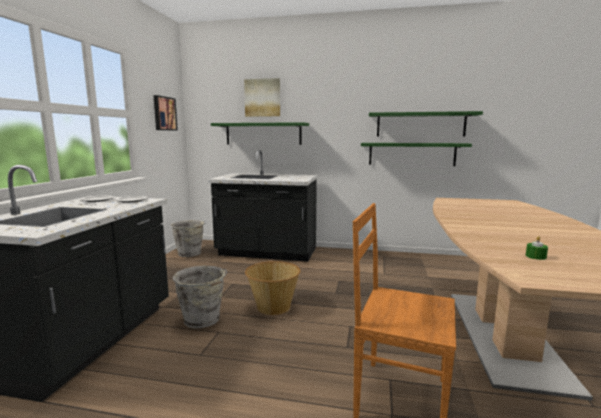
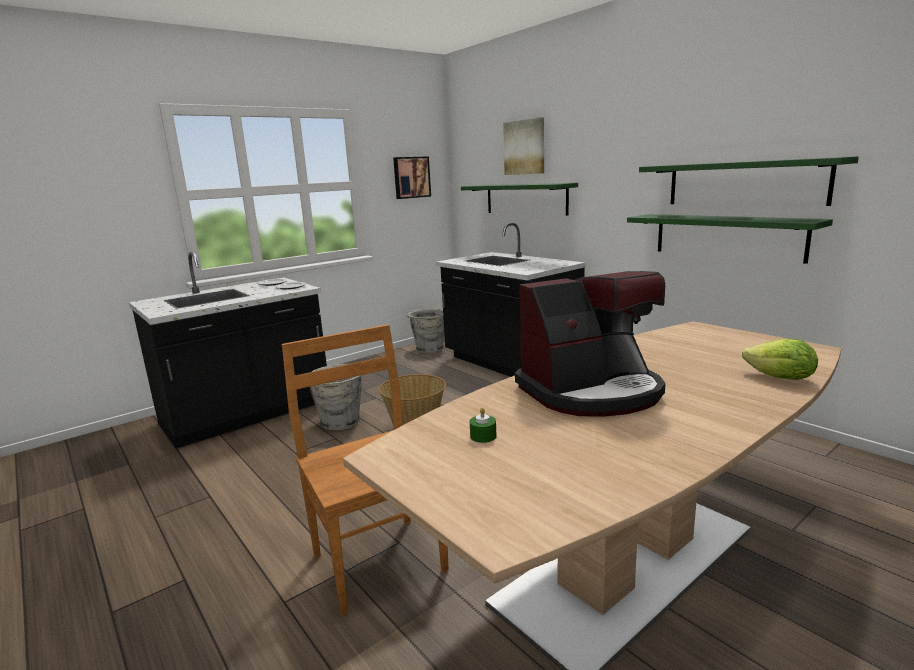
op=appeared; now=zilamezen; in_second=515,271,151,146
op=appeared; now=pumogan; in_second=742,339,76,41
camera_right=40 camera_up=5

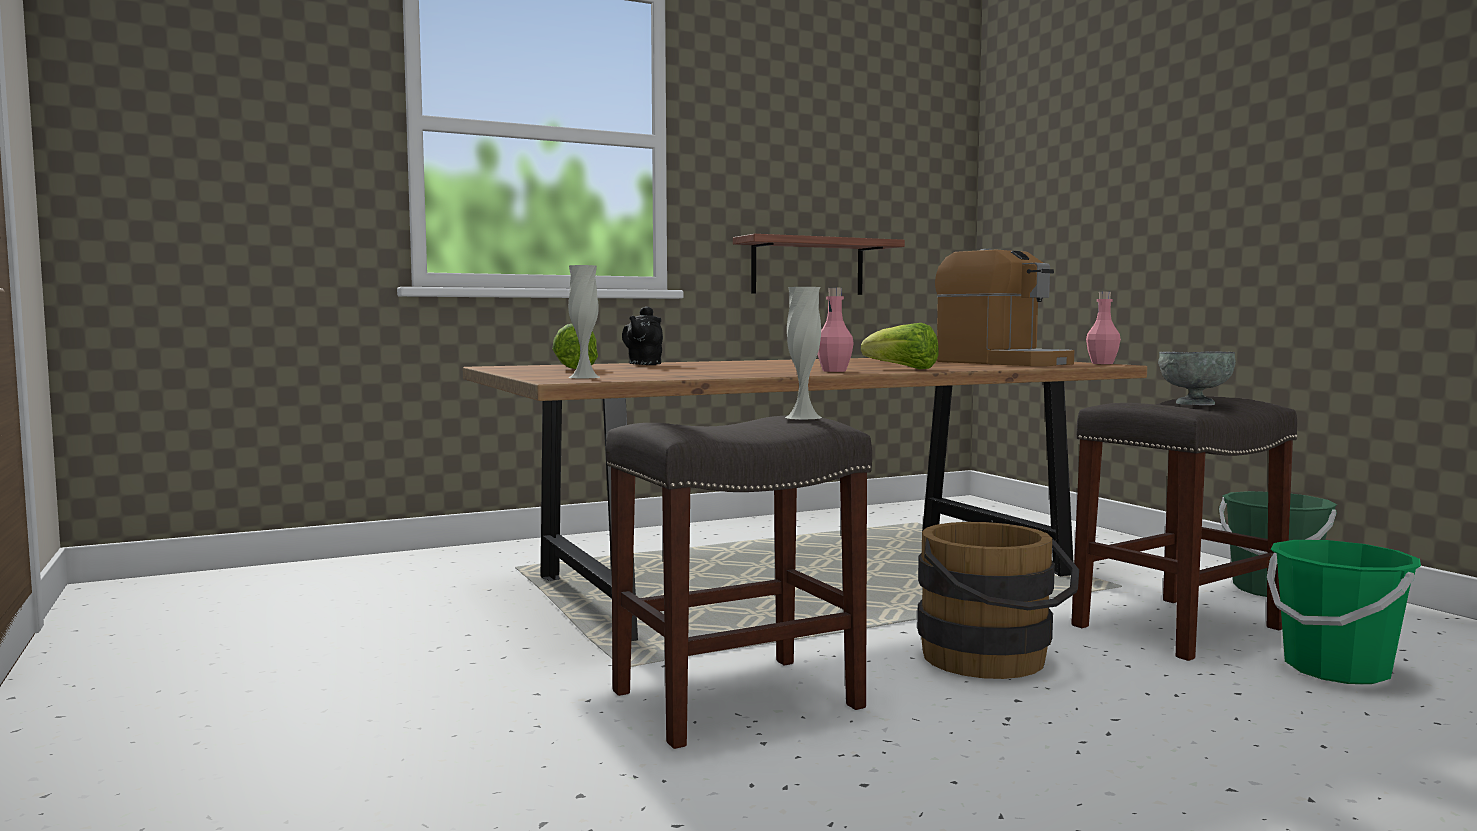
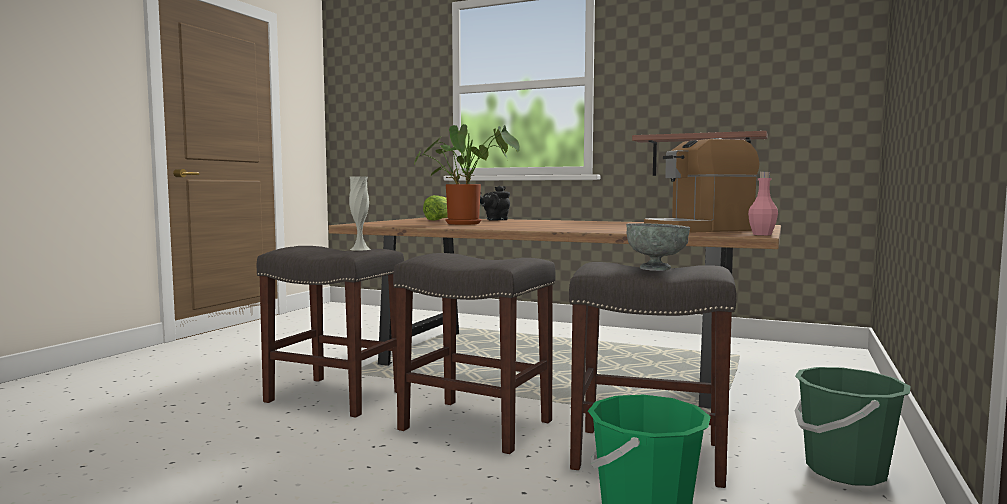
op=missing; was=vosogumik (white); in_first=568,265,33,113
op=missing; was=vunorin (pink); in_first=817,288,37,84
op=missing; was=pumogan; in_first=861,323,78,46
op=exchanged; was=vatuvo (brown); now=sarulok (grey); in_first=917,522,162,157; in_second=393,253,163,201
op=spun; was=zilamezen; in_first=935,249,139,117; in_second=644,138,115,95; clockwise=60
op=appeared; now=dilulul; in_second=414,124,106,101
camera_right=50 camera_up=0

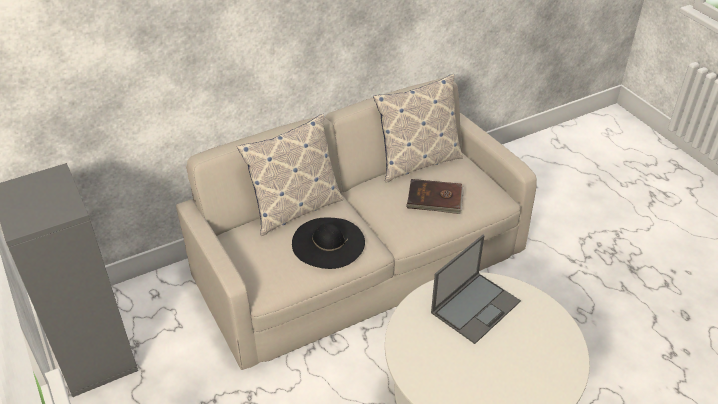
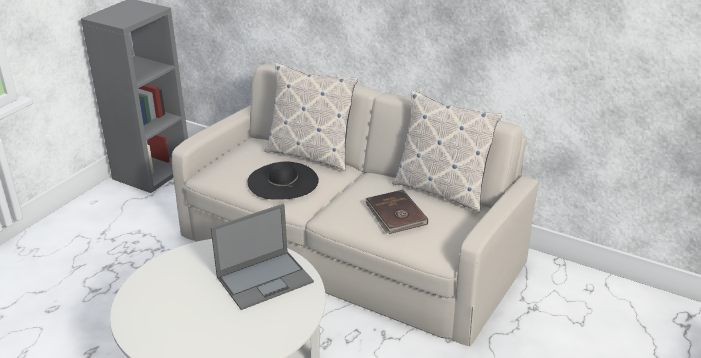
op=spun; was=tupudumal; in_first=431,235,90,109; in_second=211,204,103,106; clockwise=-45
camera_right=60 camera_up=-10

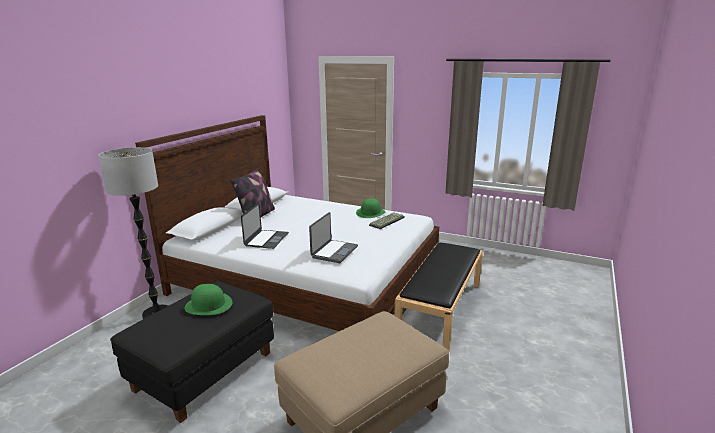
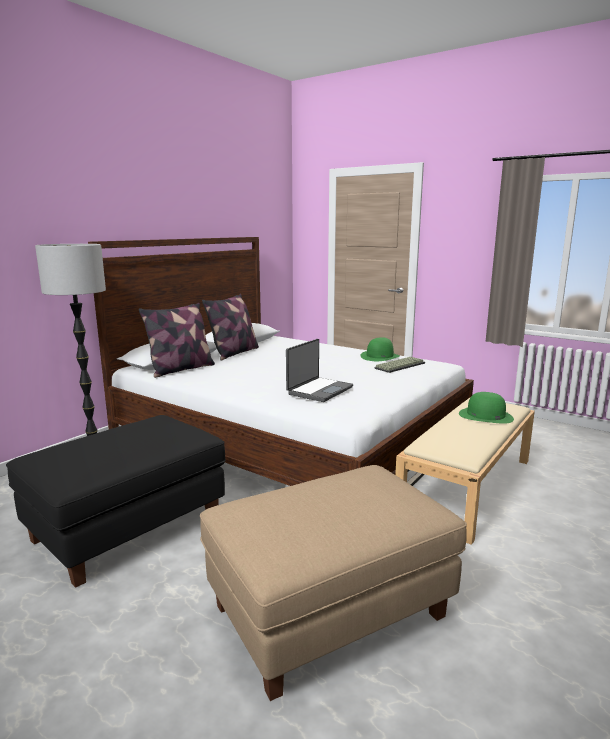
op=relocated; was=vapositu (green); in_first=185,284,47,31; in_second=459,392,55,32
op=missing; was=tupudumal; in_first=241,203,48,46
op=colour; was=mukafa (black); now=mukafa (beige); in_first=394,242,89,109; in_second=395,397,140,148
op=appeared; now=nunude; in_second=138,303,77,75
camera_right=10 camera_up=-5

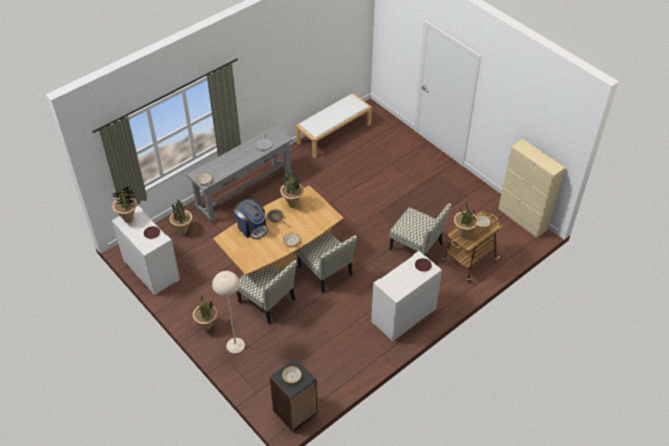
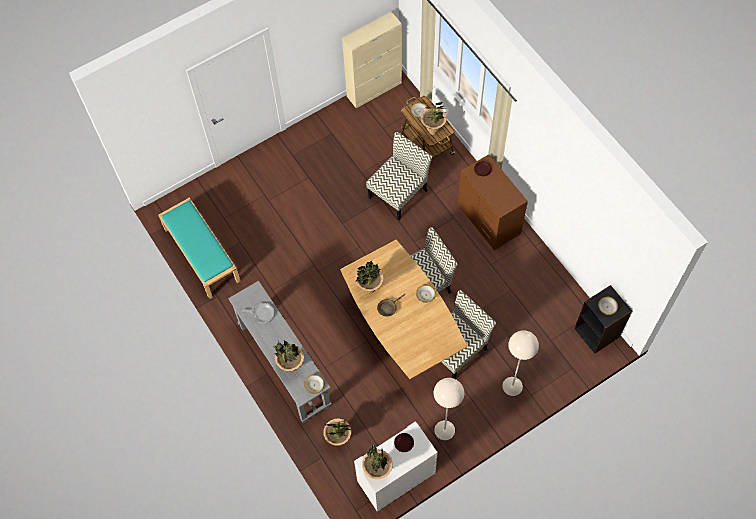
op=relocated; was=dilulul; in_first=193,294,24,36; in_second=273,340,31,31
op=missing; was=zilamezen; in_first=234,198,34,41
op=colour; was=mukafa (white); now=mukafa (turquoise); in_first=296,93,76,65; in_second=158,197,83,102
op=colour; was=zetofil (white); now=zetofil (brown); in_first=371,251,71,91; in_second=458,154,70,96
op=appeared; now=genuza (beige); in_second=434,378,30,62
camera_right=-80 camera_up=15

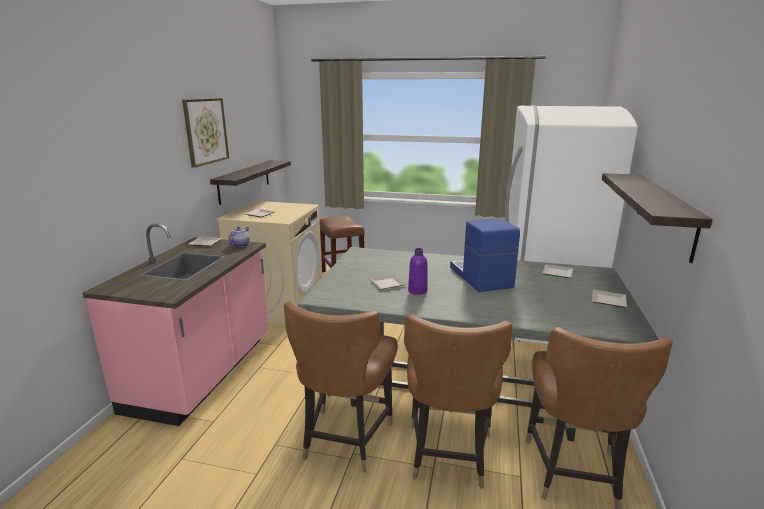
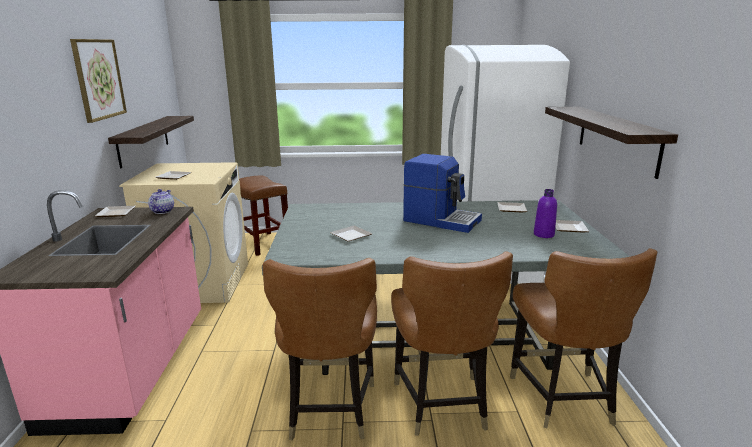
op=relocated; was=vunorin (purple); in_first=408,248,19,47; in_second=534,189,23,49
op=spun; was=zilamezen; in_first=450,219,70,73; in_second=403,154,79,79; clockwise=150
camera_right=-15 camera_up=0

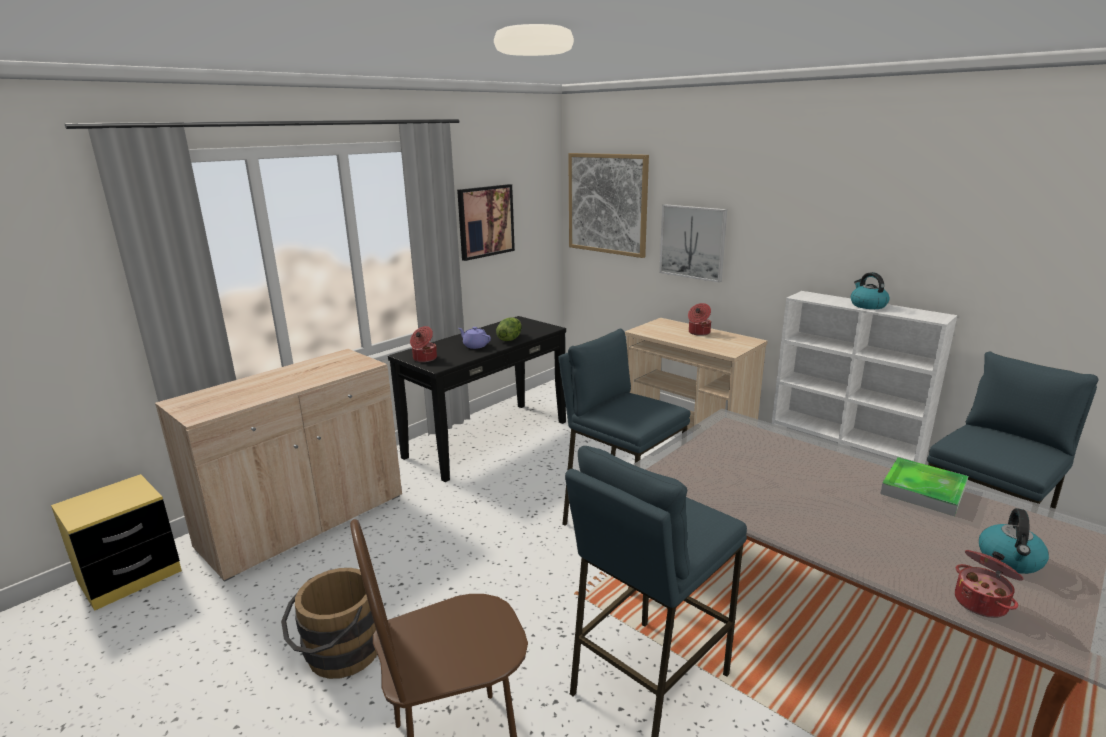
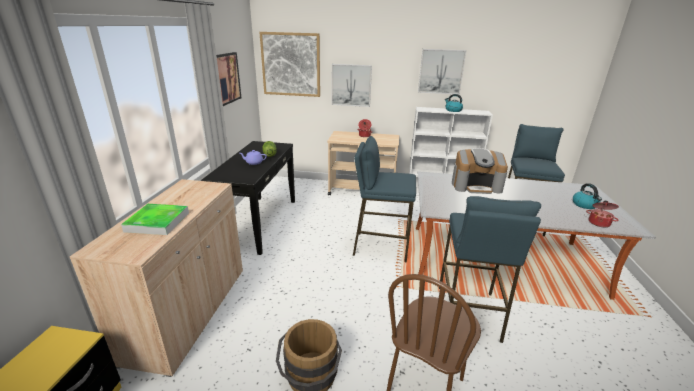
op=missing; was=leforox; in_first=410,326,27,36
op=relocated; was=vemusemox; in_first=880,457,88,59; in_second=121,204,68,31
op=appeared; now=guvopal; in_second=418,49,48,46
op=appeared; now=zilamezen; in_second=452,148,56,46
camera_right=-35 camera_up=5

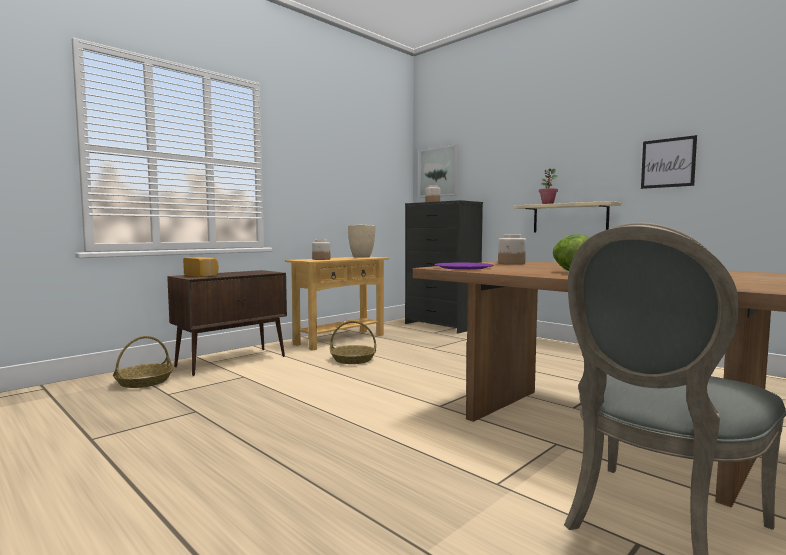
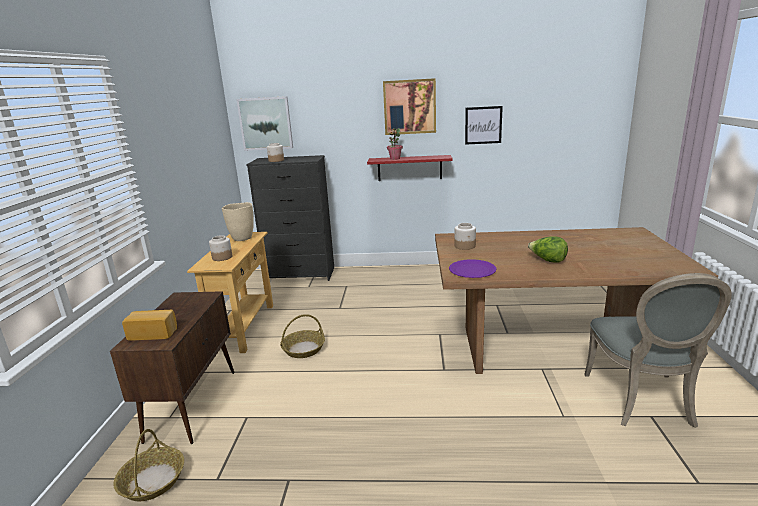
op=colour; was=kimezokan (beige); now=kimezokan (red); in_first=514,201,107,31; in_second=367,155,86,26
op=appeared; now=guvopal; in_second=383,78,53,57
camera_right=-40 camera_up=15

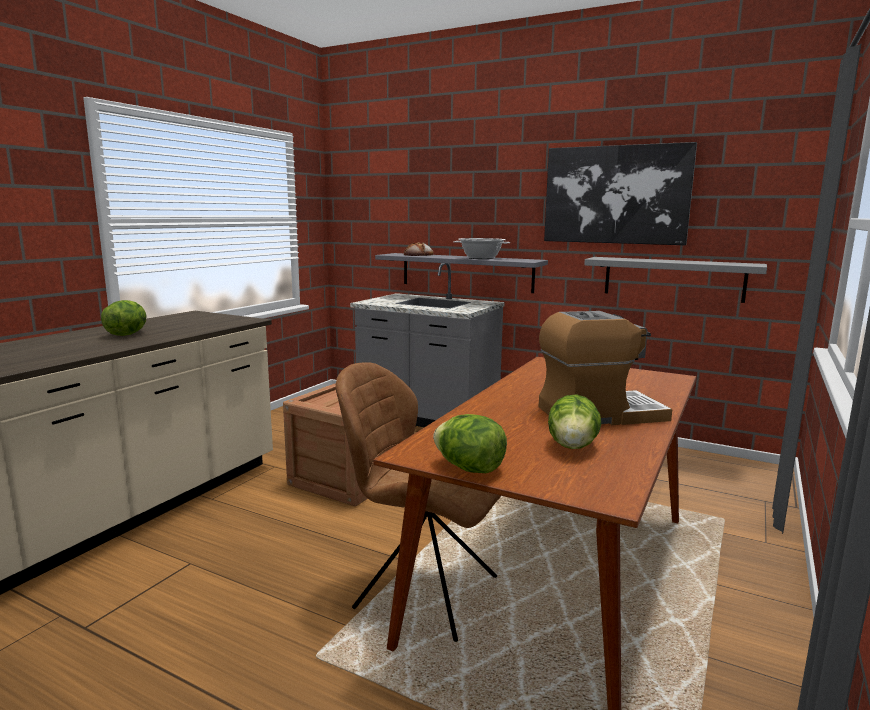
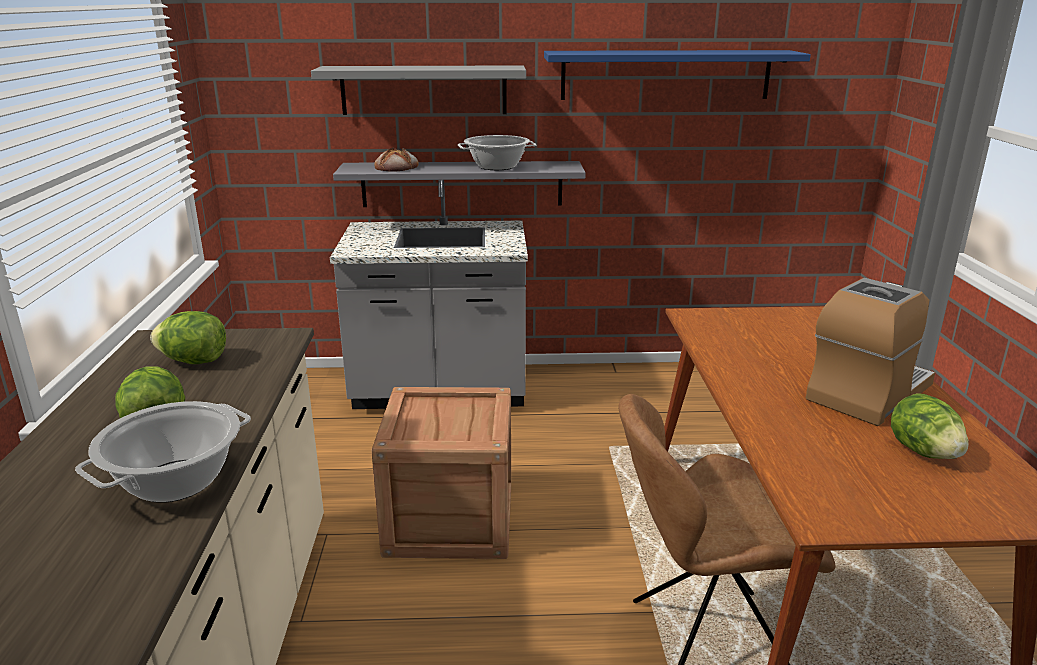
op=relocated; was=pumogan; in_first=433,414,74,59; in_second=150,311,76,53
op=exchanged; was=guvopal; now=kimezokan (blue); in_first=544,142,153,103; in_second=544,50,267,50
op=relocated; was=kimezokan (grey); in_first=584,257,183,46; in_second=311,65,215,50
op=appeared; now=leforox; in_second=75,401,176,102
camera_right=-30 camera_up=10

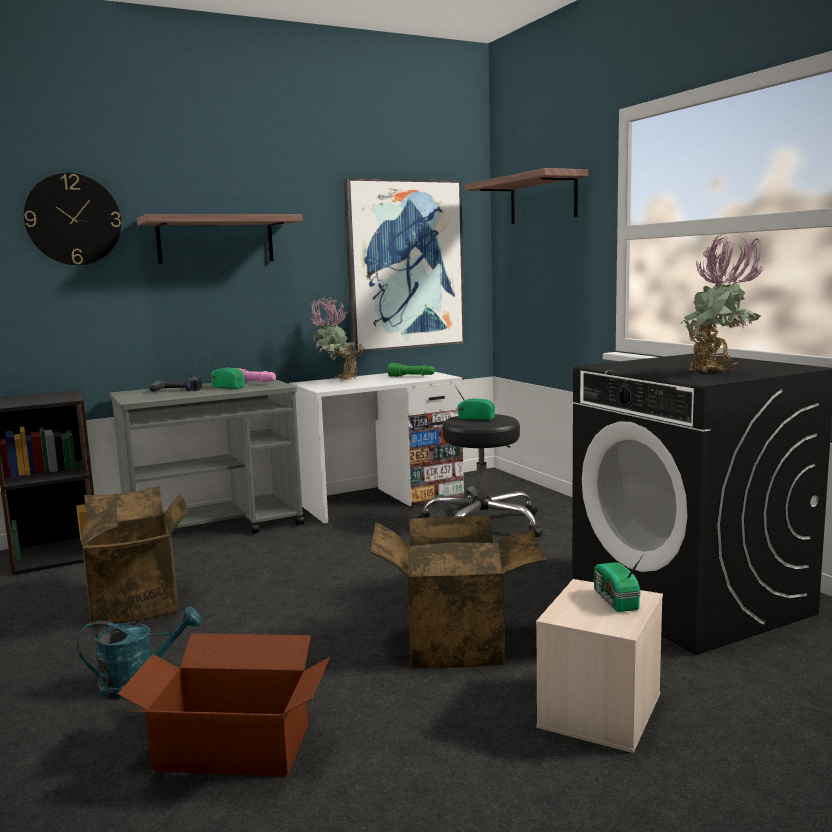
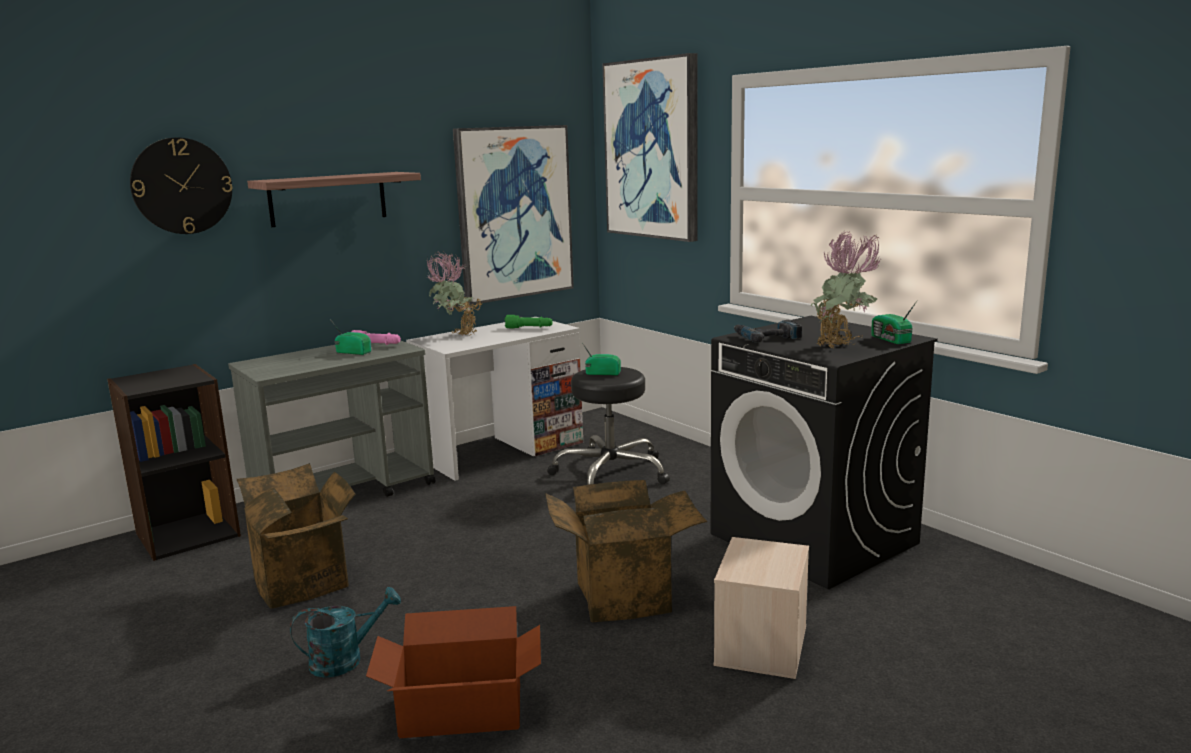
op=relocated; was=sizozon; in_first=149,376,53,16; in_second=734,320,68,22
op=exchanged; was=kimezokan; now=guvopal; in_first=464,168,124,56; in_second=603,53,94,189
op=relocated; was=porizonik; in_first=594,554,50,58; in_second=871,301,46,43
camera_right=-10 camera_up=5

